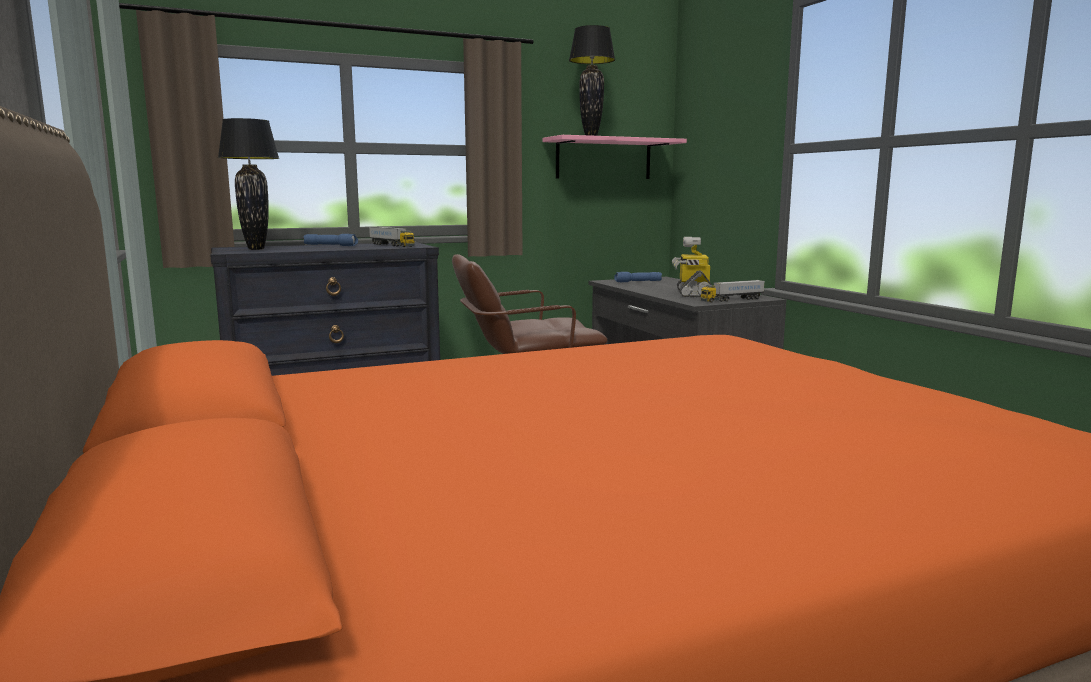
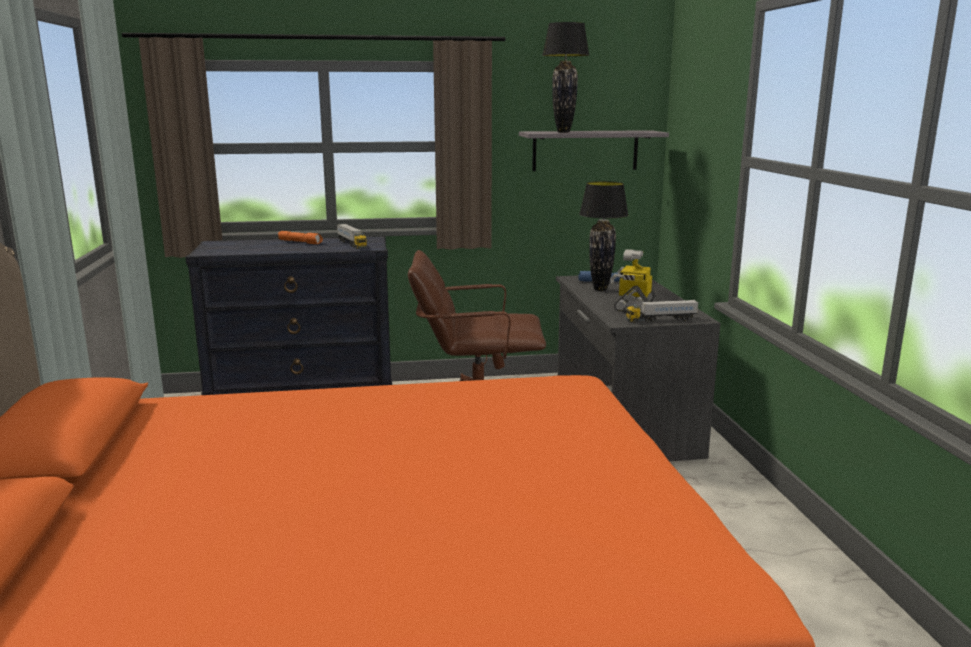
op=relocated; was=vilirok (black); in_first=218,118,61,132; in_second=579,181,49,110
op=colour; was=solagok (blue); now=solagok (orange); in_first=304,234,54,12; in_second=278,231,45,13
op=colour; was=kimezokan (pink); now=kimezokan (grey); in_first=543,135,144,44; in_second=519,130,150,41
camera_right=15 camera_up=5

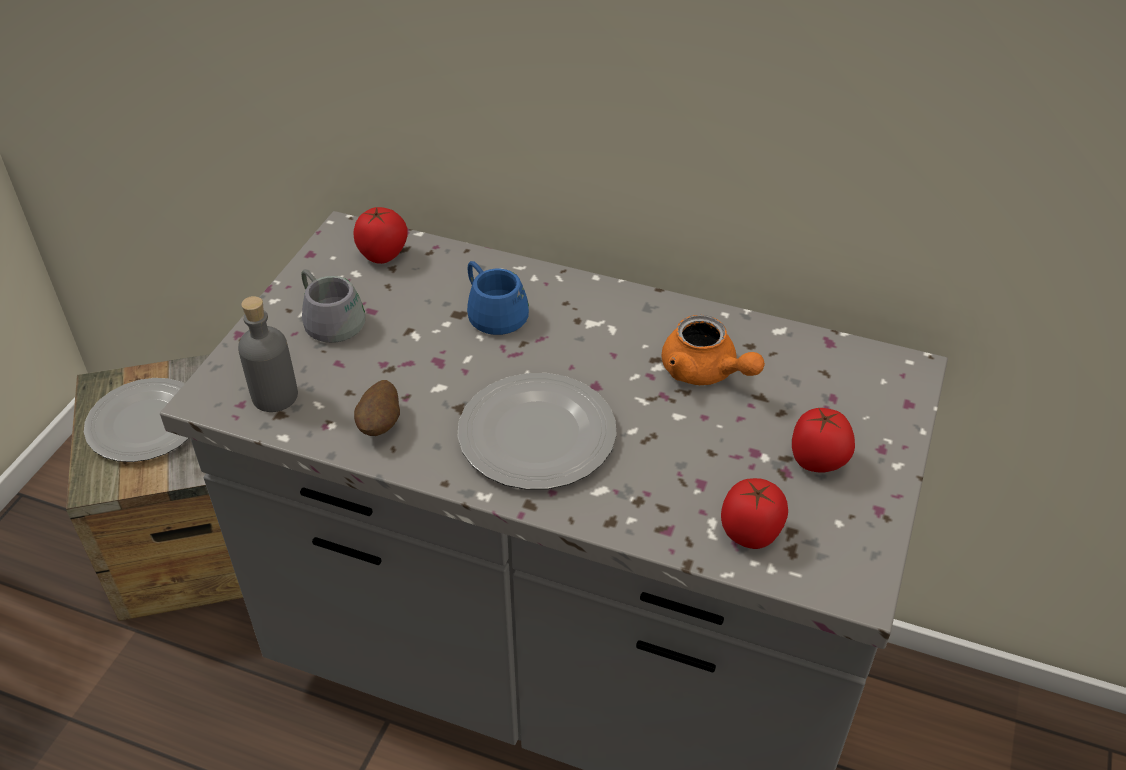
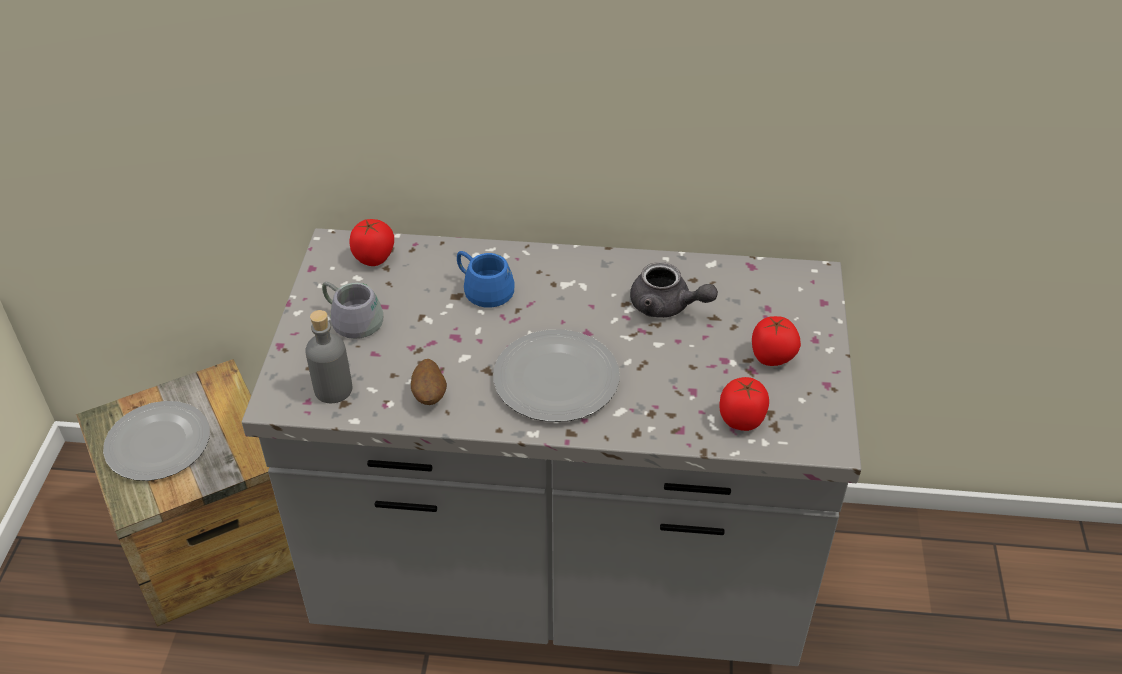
op=colour; was=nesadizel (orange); now=nesadizel (grey); in_first=662,315,103,70; in_second=630,262,88,56
camera_right=-15 camera_up=0

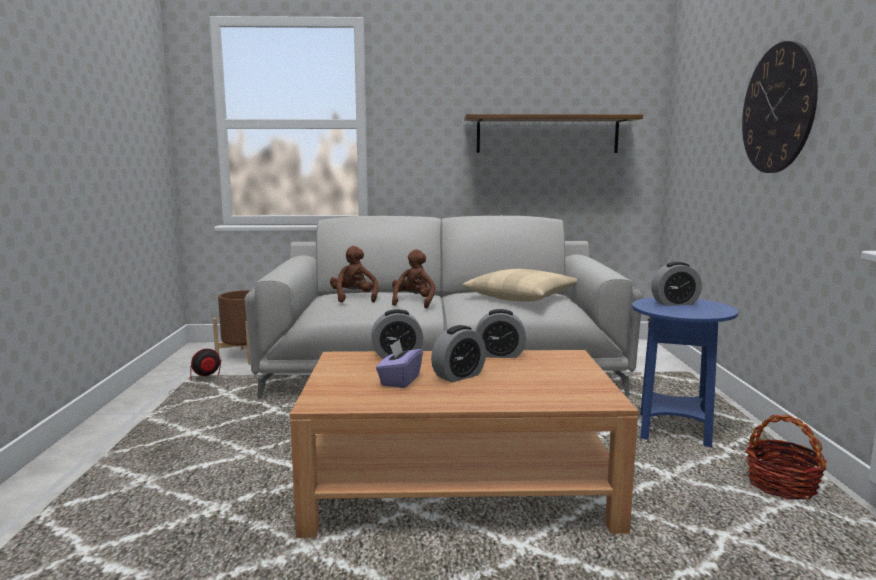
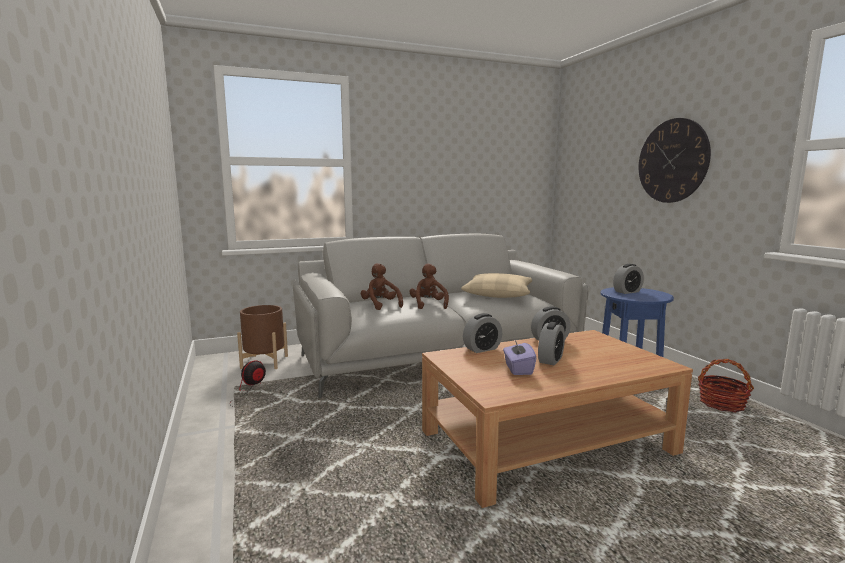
op=missing; was=kimezokan; in_first=464,114,179,39
camera_right=-20 camera_up=0

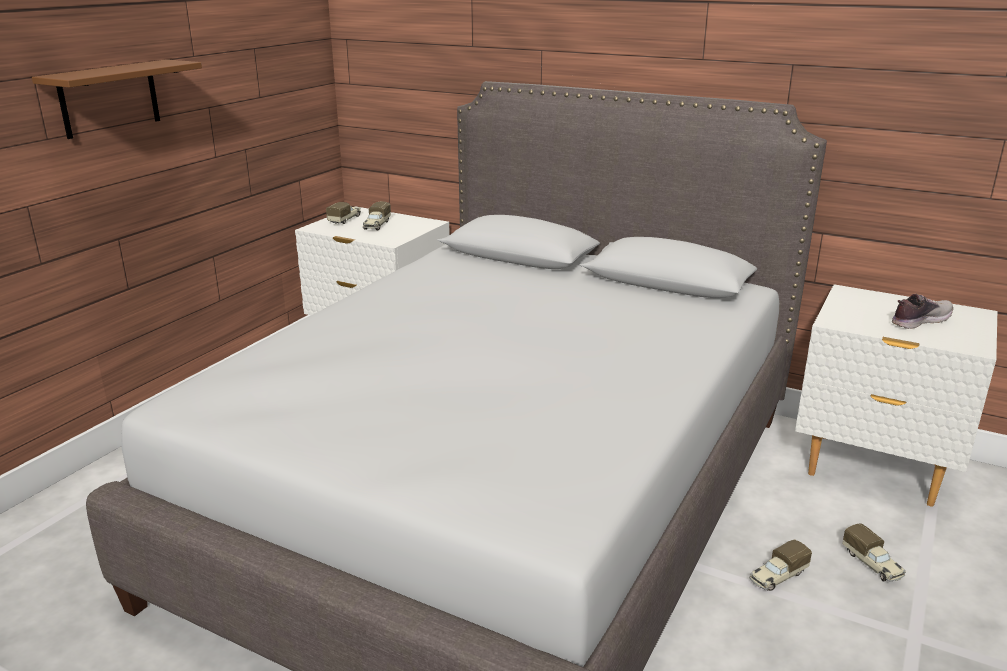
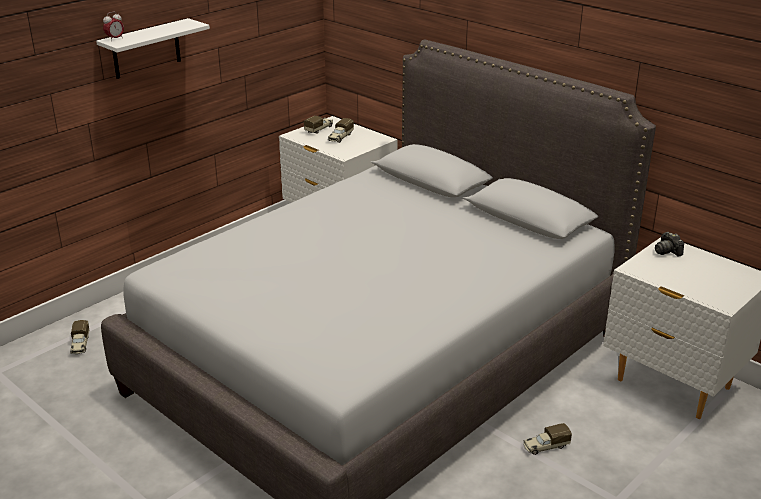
op=colour; was=kimezokan (brown); now=kimezokan (white); in_first=32,59,170,80; in_second=96,18,114,61
op=relocated; was=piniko; in_first=842,523,64,59; in_second=70,320,19,34
op=missing; was=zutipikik; in_first=892,294,61,35
op=appeared; now=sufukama; in_second=103,12,21,28
op=appeared; now=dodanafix; in_second=655,232,29,25
camera_right=15 camera_up=5

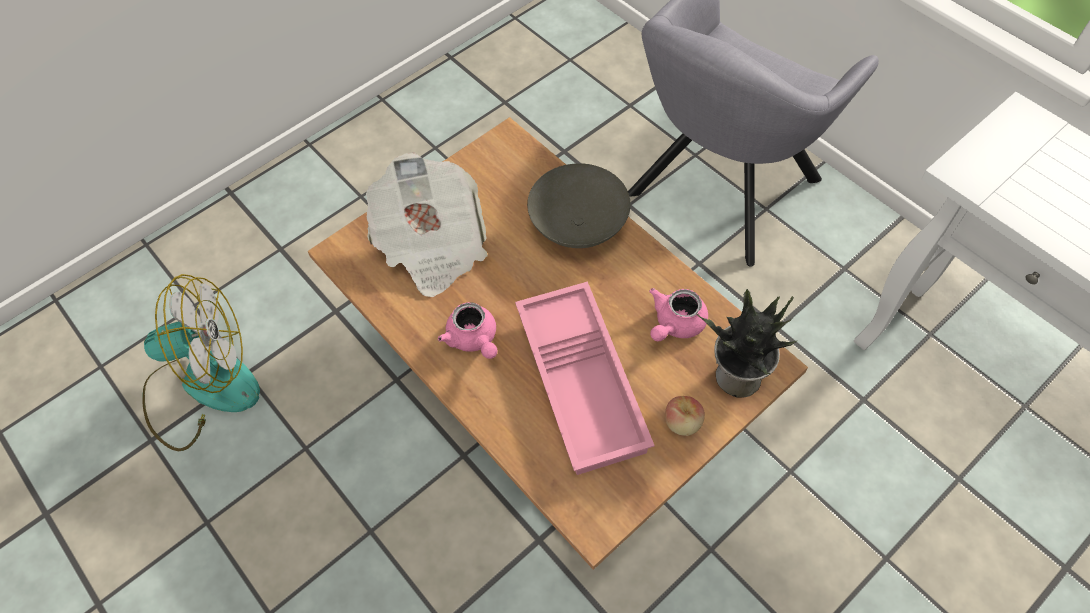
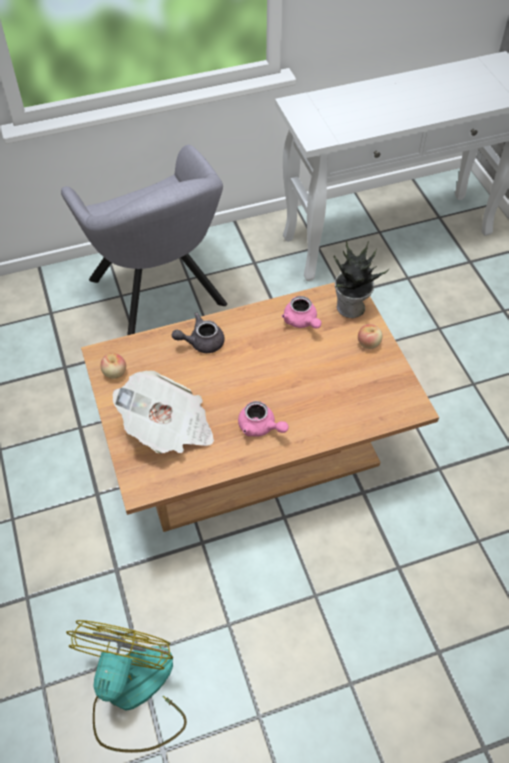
op=spun; was=nesadizel (pink); in_first=438,302,60,57; in_second=238,401,51,35; clockwise=45
op=missing; was=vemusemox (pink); in_first=515,282,140,193
op=exchanged; was=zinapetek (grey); now=nesadizel (grey); in_first=527,163,103,85; in_second=172,313,53,40
op=appeared; now=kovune; in_second=101,353,25,26
camera_right=-70 camera_up=-5

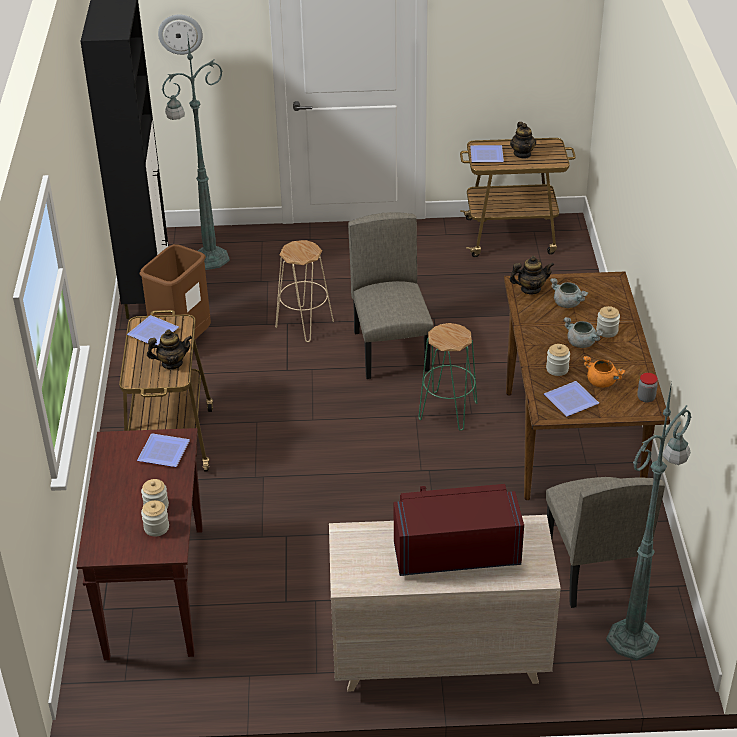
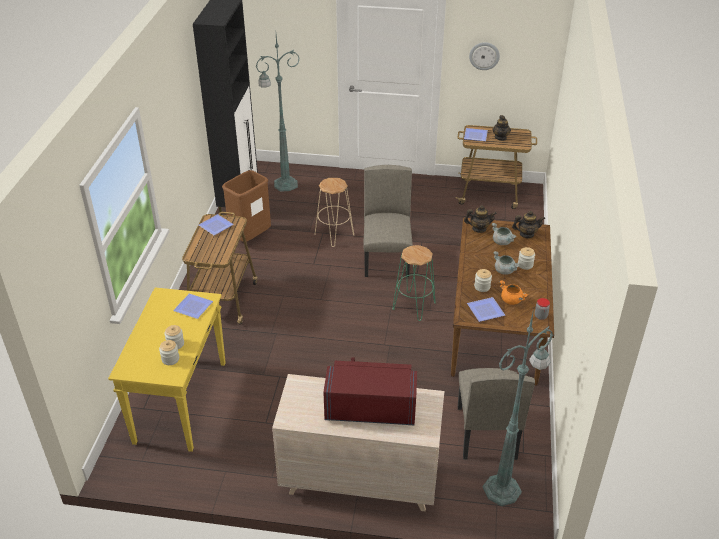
op=colour; was=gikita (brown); now=gikita (yellow); in_first=76,428,127,232; in_second=108,288,118,164
op=relocated; was=nesadizel; in_first=147,330,45,40; in_second=512,211,33,27
op=relocated; was=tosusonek; in_first=158,15,45,40; in_second=469,42,31,28
camera_right=10 camera_up=0

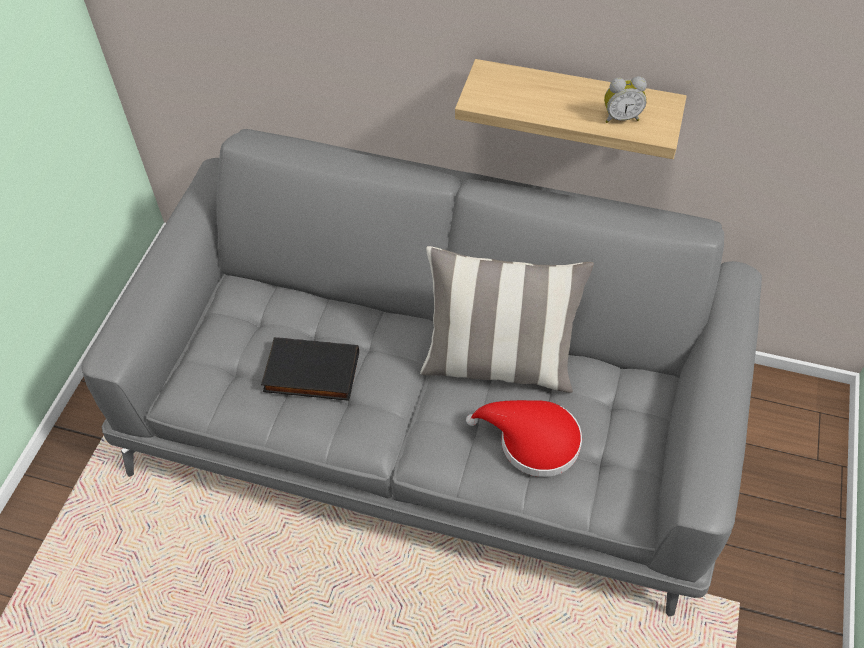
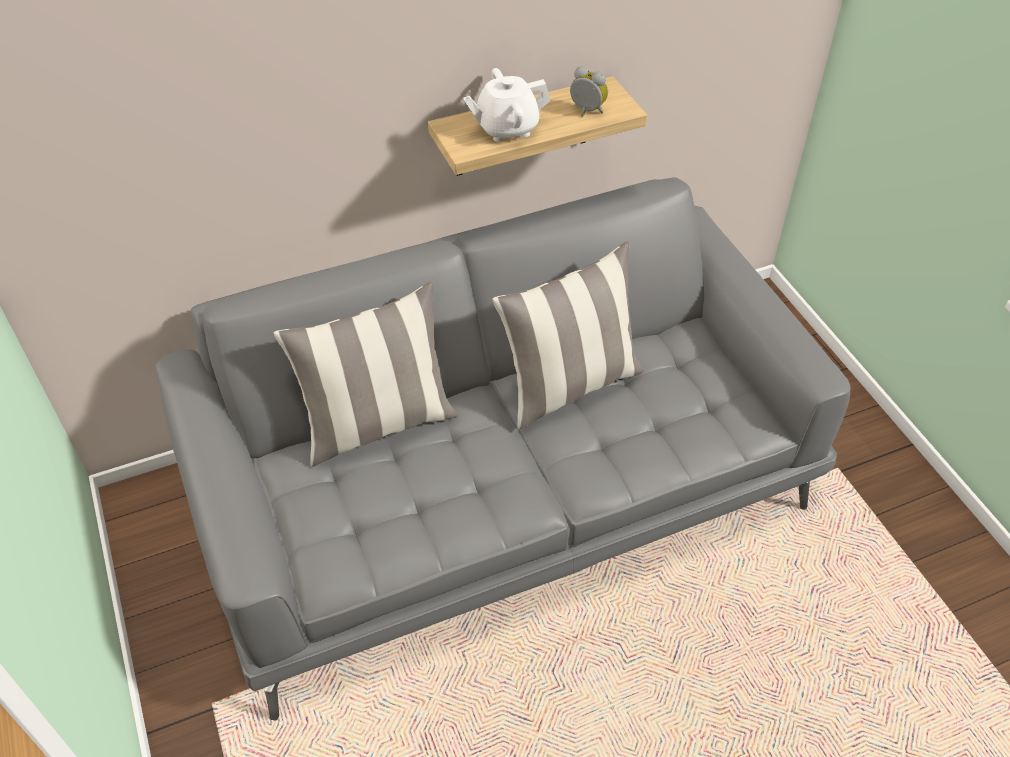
op=missing; was=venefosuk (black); in_first=261,337,98,64
op=missing; was=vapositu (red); in_first=466,400,116,77
op=spun; was=sufukama; in_first=604,76,43,47; in_second=570,66,38,51; clockwise=-105
op=appeared; now=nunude; in_second=274,282,184,185
op=appeared; now=nesadizel (white); in_second=463,68,87,74
camera_right=-40 camera_up=-5

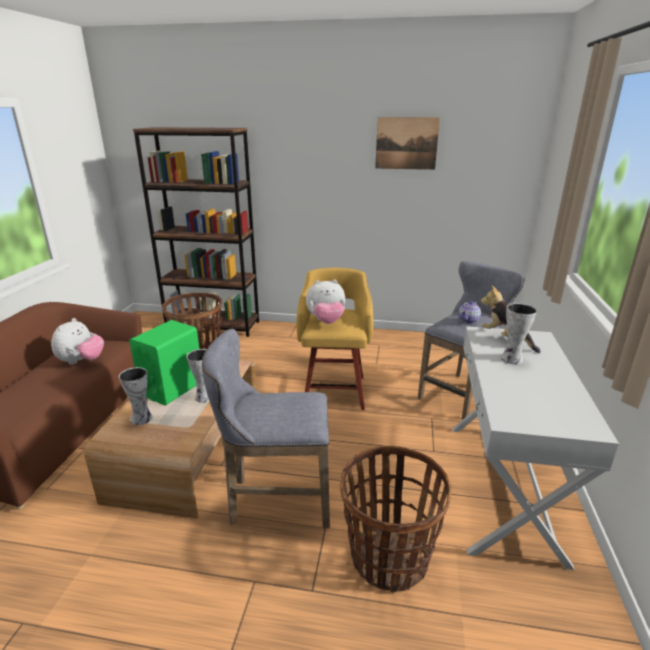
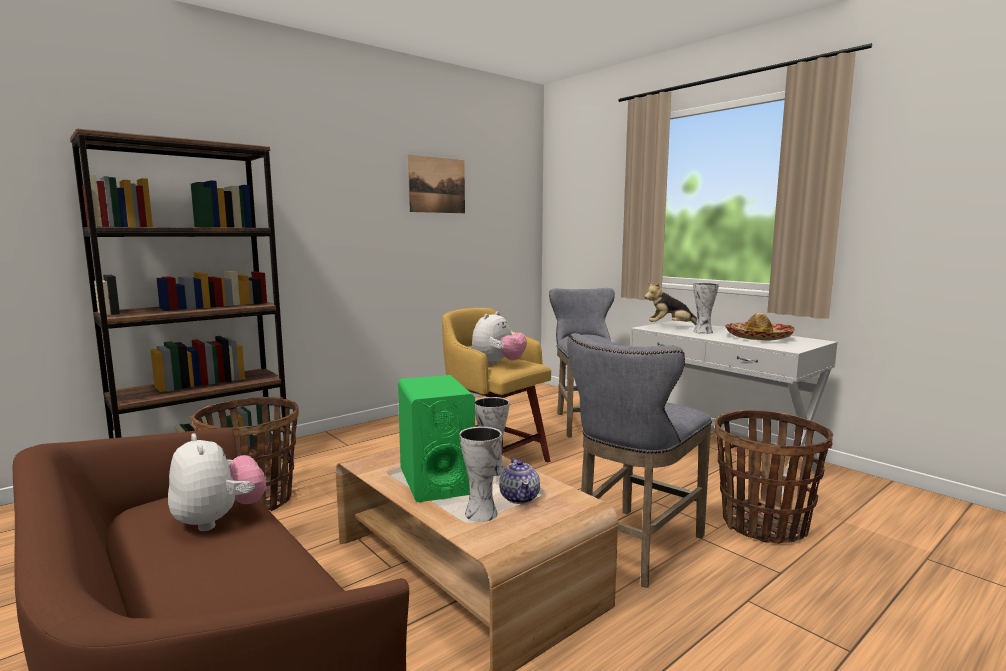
op=relocated; was=nesadizel; in_first=458,301,23,23; in_second=499,458,41,46
op=appeared; now=vapositu; in_second=725,312,70,28
camera_right=-50 camera_up=-15

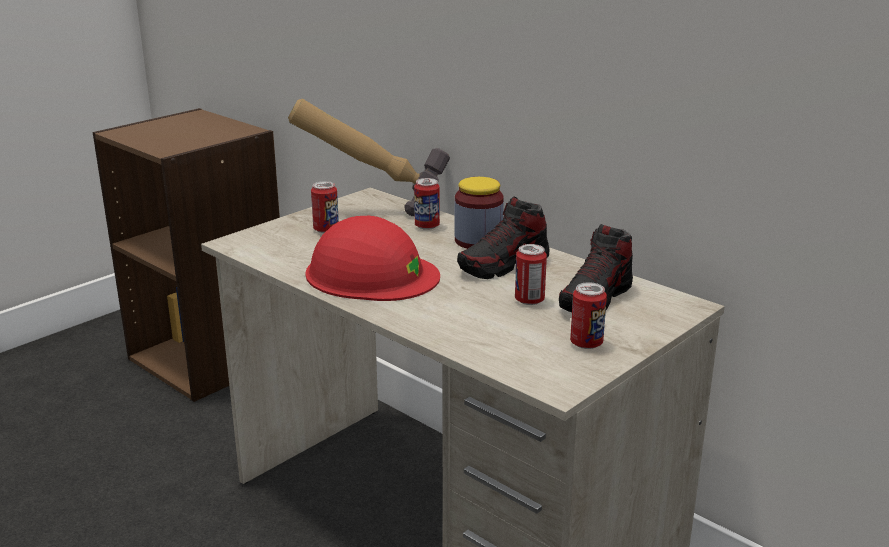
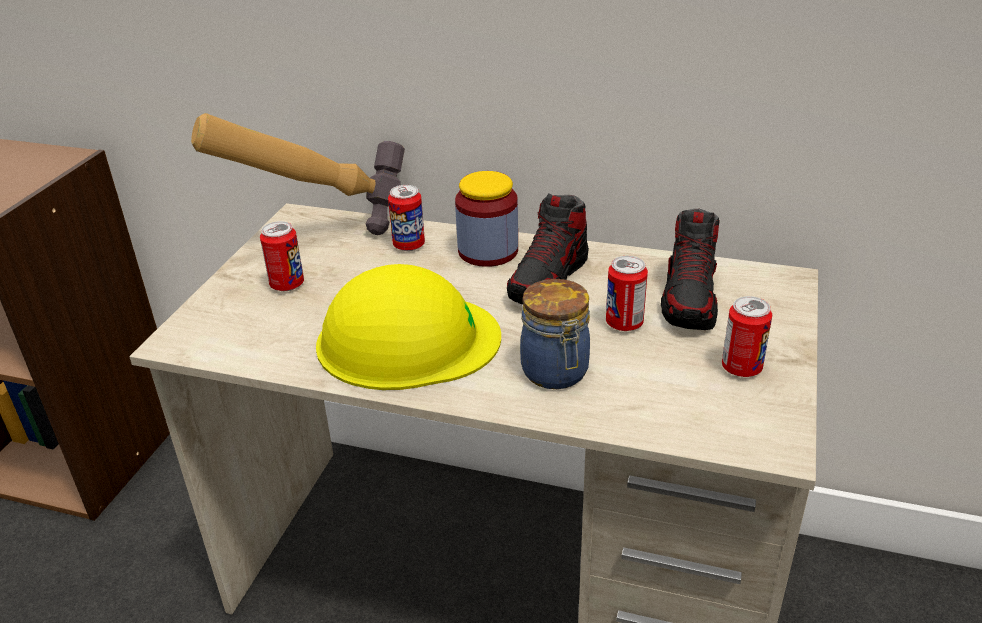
op=colour; was=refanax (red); now=refanax (yellow); in_first=305,216,135,85; in_second=316,264,185,126
op=appeared; now=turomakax; in_second=520,279,70,110
camera_right=-25 camera_up=10

